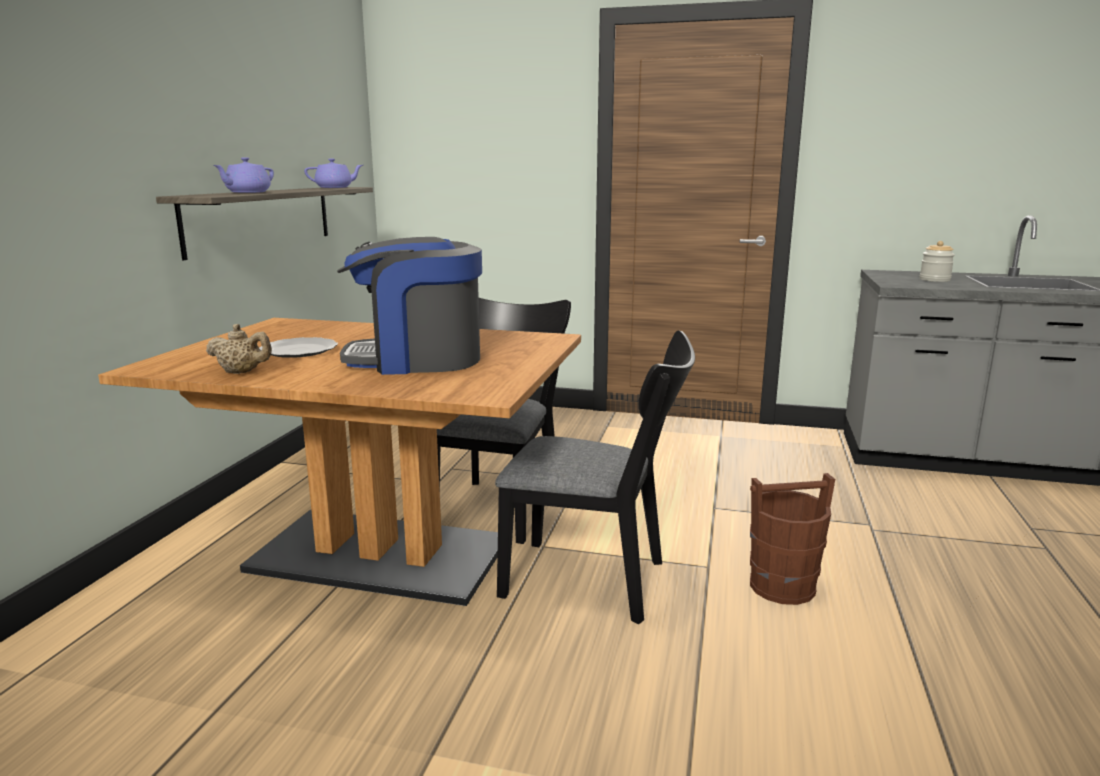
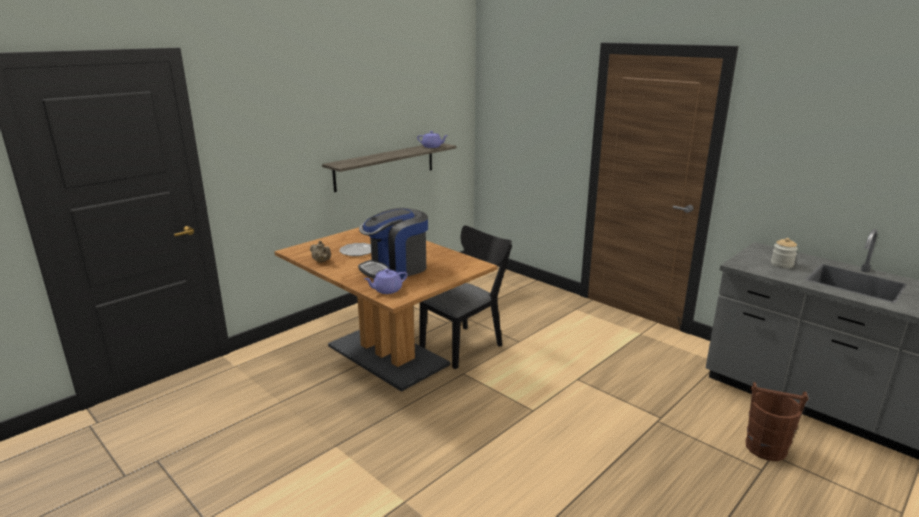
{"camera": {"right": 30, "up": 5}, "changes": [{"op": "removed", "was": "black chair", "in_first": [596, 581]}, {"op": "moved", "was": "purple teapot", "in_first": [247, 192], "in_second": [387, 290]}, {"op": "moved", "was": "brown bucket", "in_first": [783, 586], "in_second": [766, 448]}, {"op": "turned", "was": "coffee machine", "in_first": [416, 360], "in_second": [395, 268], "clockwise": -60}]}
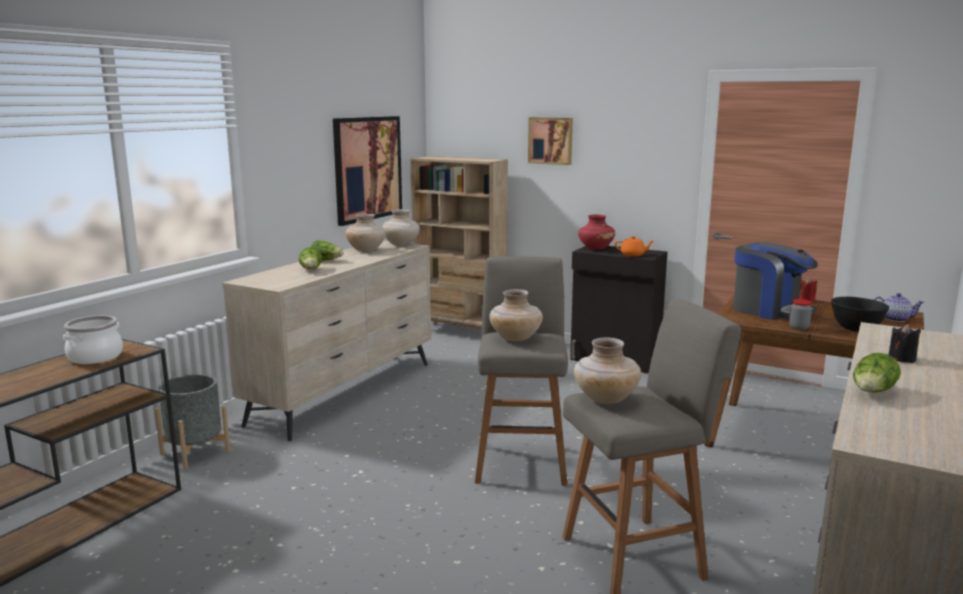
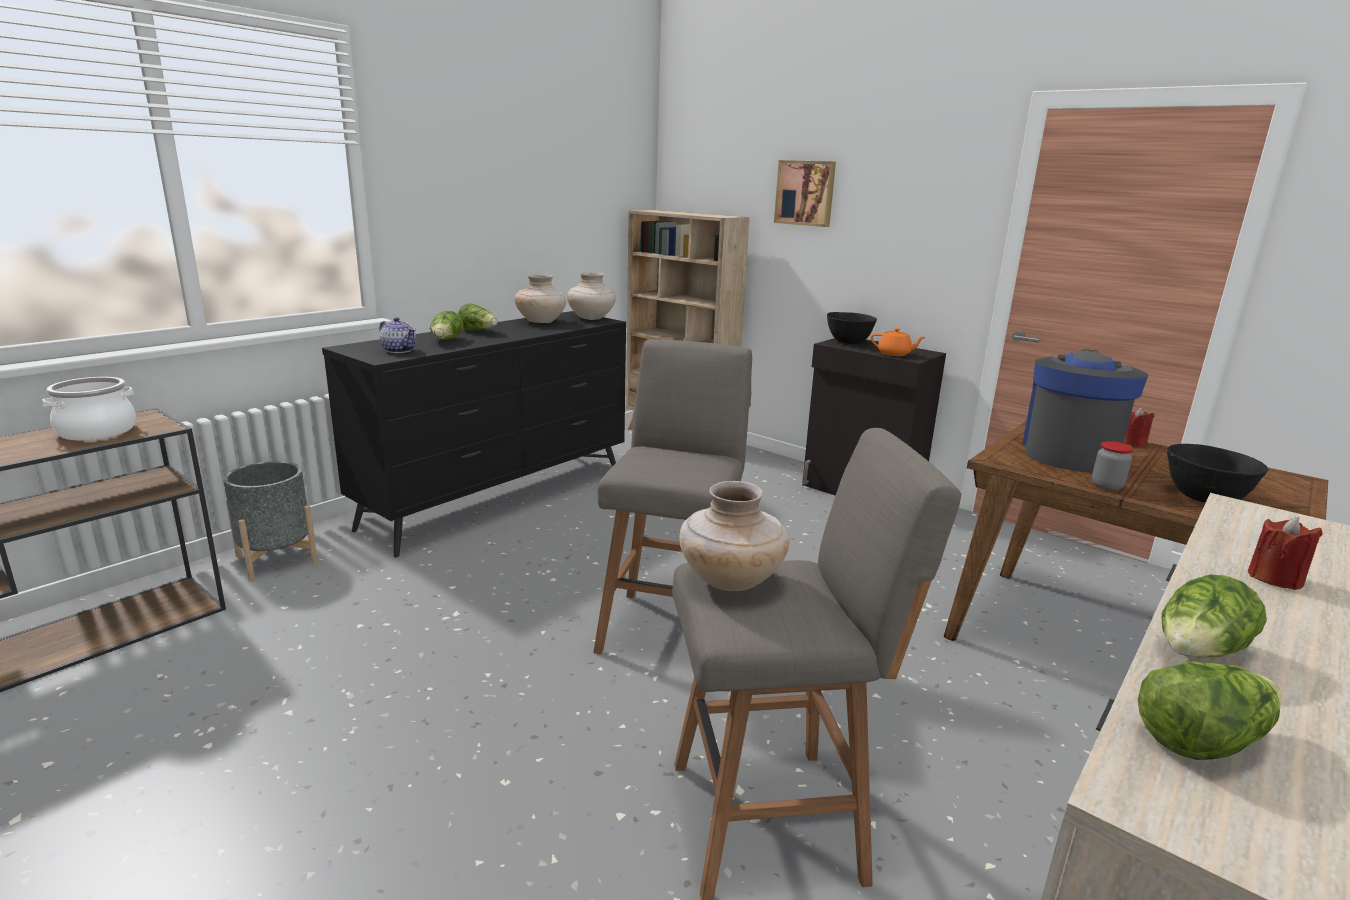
{"camera": {"right": 10, "up": 5}, "changes": [{"op": "removed", "was": "picture", "in_first": [368, 168]}, {"op": "removed", "was": "beige vase", "in_first": [515, 338]}, {"op": "added", "now": "lettuce", "in_second": [1201, 738]}, {"op": "moved", "was": "teapot", "in_first": [894, 319], "in_second": [399, 350]}, {"op": "replaced", "was": "red vase", "now": "black bowl", "in_first": [595, 248], "in_second": [848, 342]}, {"op": "recoloured", "was": "beige dresser", "now": "black dresser", "in_first": [345, 392], "in_second": [500, 499]}, {"op": "recoloured", "was": "black candle", "now": "red candle", "in_first": [901, 359], "in_second": [1275, 578]}, {"op": "turned", "was": "coffee machine", "in_first": [769, 310], "in_second": [1068, 453], "clockwise": -120}]}
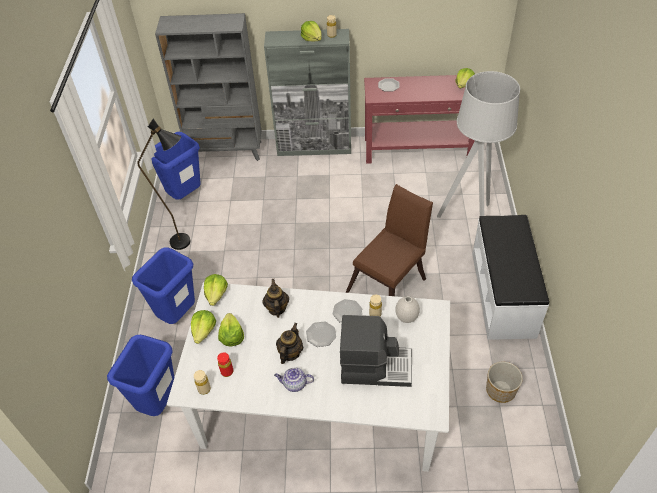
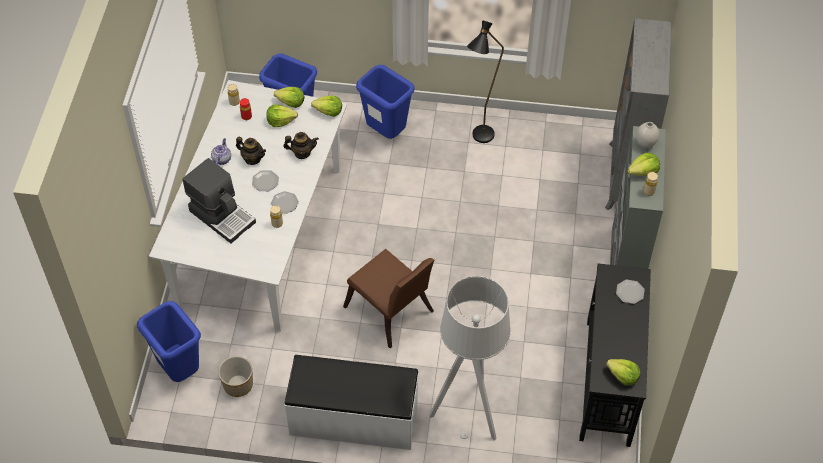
{"camera": {"right": 95, "up": 5}, "changes": [{"op": "moved", "was": "blue trash can", "in_first": [185, 196], "in_second": [180, 371]}, {"op": "moved", "was": "white vase", "in_first": [407, 318], "in_second": [645, 144]}, {"op": "recoloured", "was": "red console table", "now": "black console table", "in_first": [418, 149], "in_second": [607, 381]}, {"op": "turned", "was": "coffee machine", "in_first": [375, 366], "in_second": [222, 215], "clockwise": -60}]}
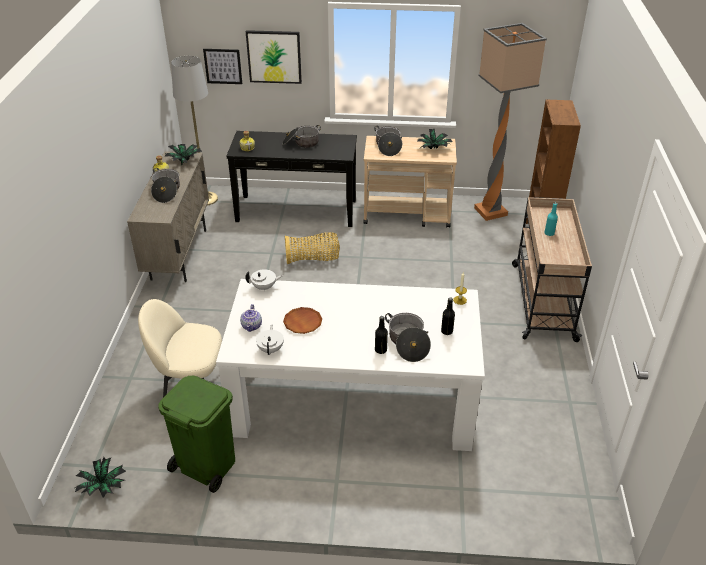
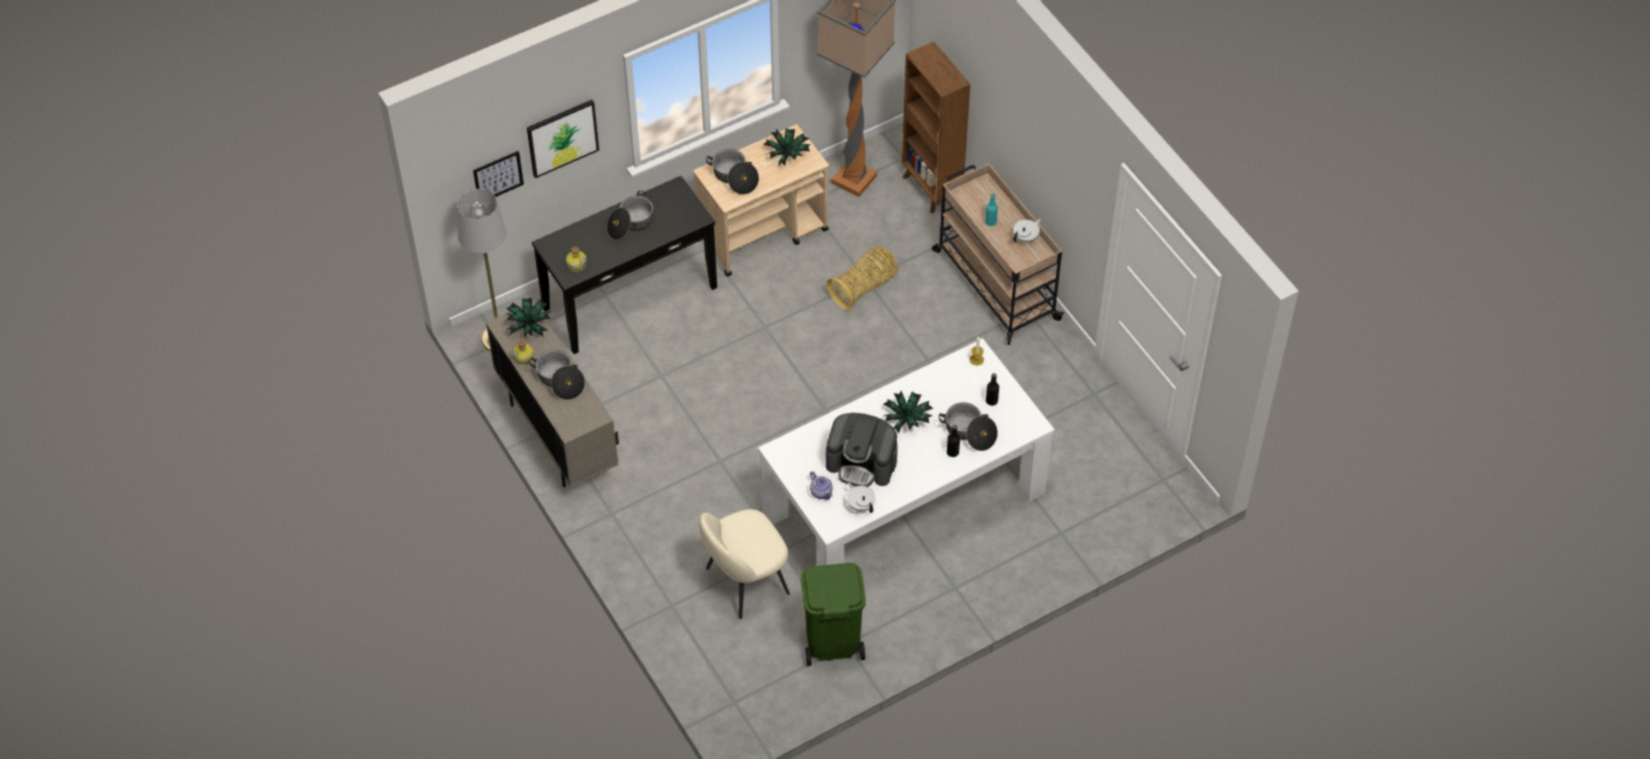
{"camera": {"right": -35, "up": 15}, "changes": [{"op": "moved", "was": "potted plant", "in_first": [103, 487], "in_second": [907, 420]}, {"op": "moved", "was": "white teapot", "in_first": [264, 287], "in_second": [1026, 238]}, {"op": "moved", "was": "basket", "in_first": [313, 259], "in_second": [864, 287]}, {"op": "replaced", "was": "brown plate", "now": "coffee machine", "in_first": [303, 322], "in_second": [862, 463]}]}
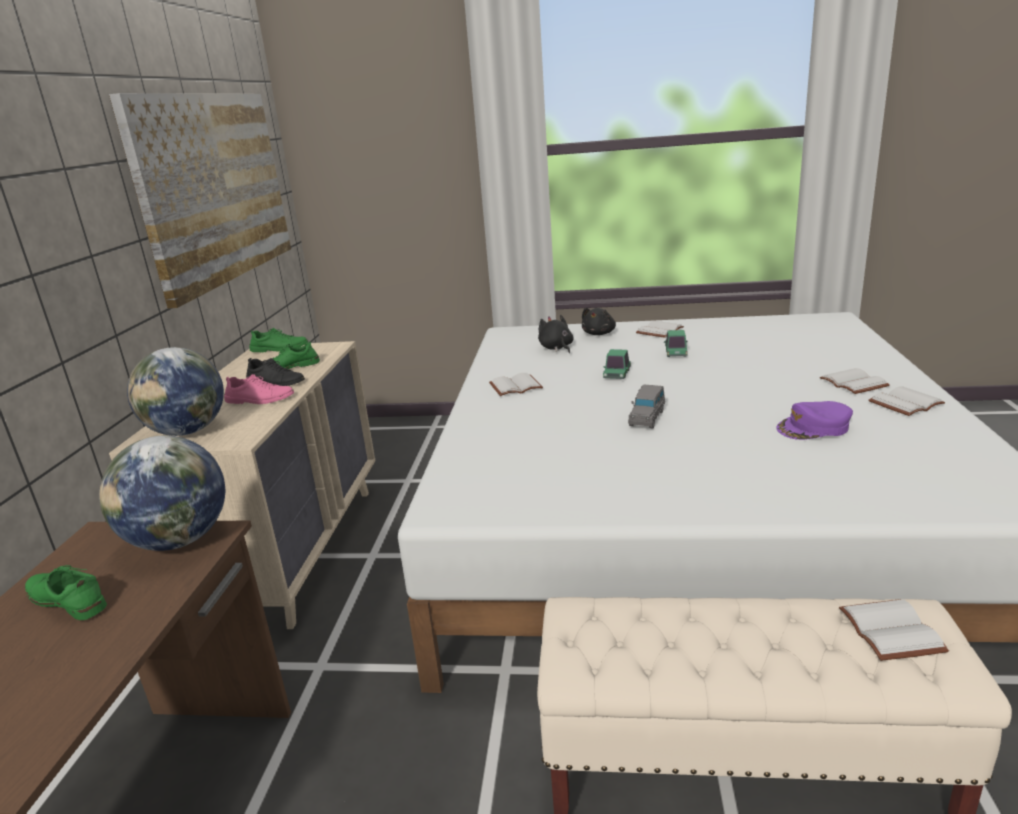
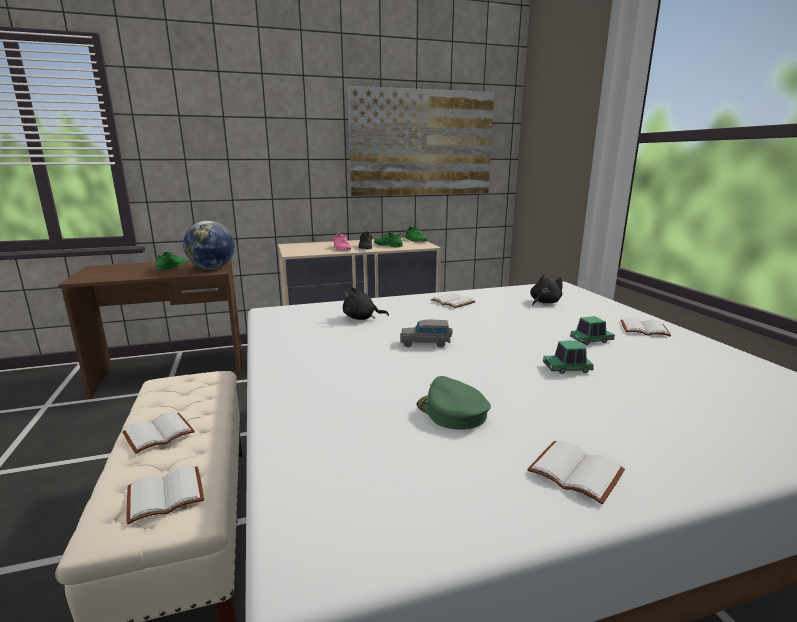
{"camera": {"right": 65, "up": -5}, "changes": [{"op": "removed", "was": "globe", "in_first": [188, 431]}, {"op": "moved", "was": "black plush toy", "in_first": [599, 333], "in_second": [362, 318]}, {"op": "moved", "was": "toy car", "in_first": [617, 374], "in_second": [567, 368]}, {"op": "moved", "was": "white book", "in_first": [855, 383], "in_second": [158, 435]}, {"op": "recoloured", "was": "purple cap", "now": "green cap", "in_first": [814, 428], "in_second": [451, 412]}]}
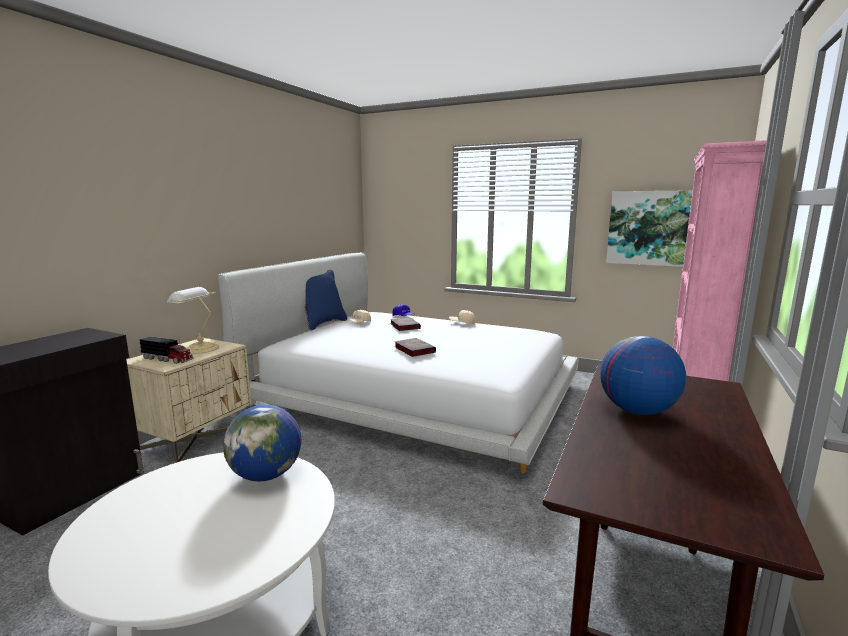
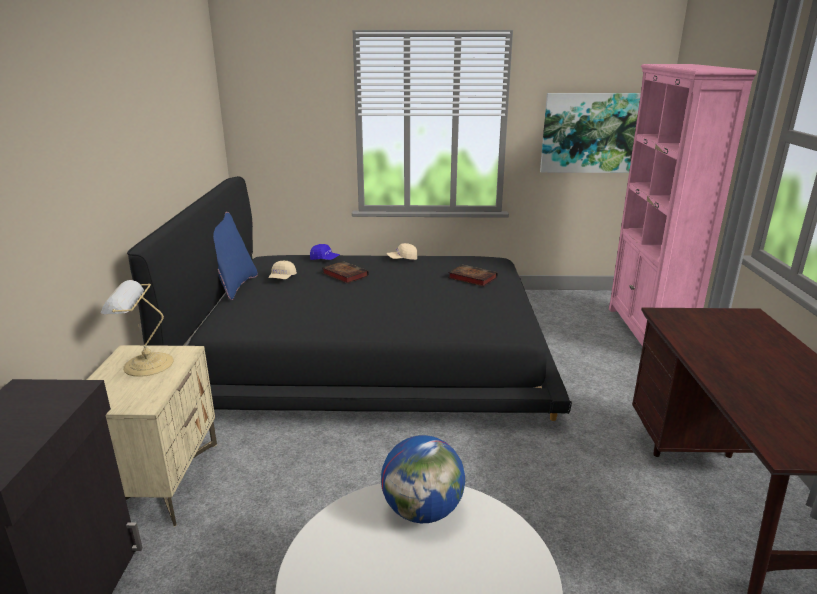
{"camera": {"right": -25, "up": 10}, "changes": [{"op": "removed", "was": "toy truck", "in_first": [167, 359]}, {"op": "removed", "was": "globe", "in_first": [637, 411]}, {"op": "moved", "was": "book", "in_first": [413, 349], "in_second": [471, 278]}, {"op": "recoloured", "was": "white bed", "now": "black bed", "in_first": [413, 394], "in_second": [370, 353]}]}
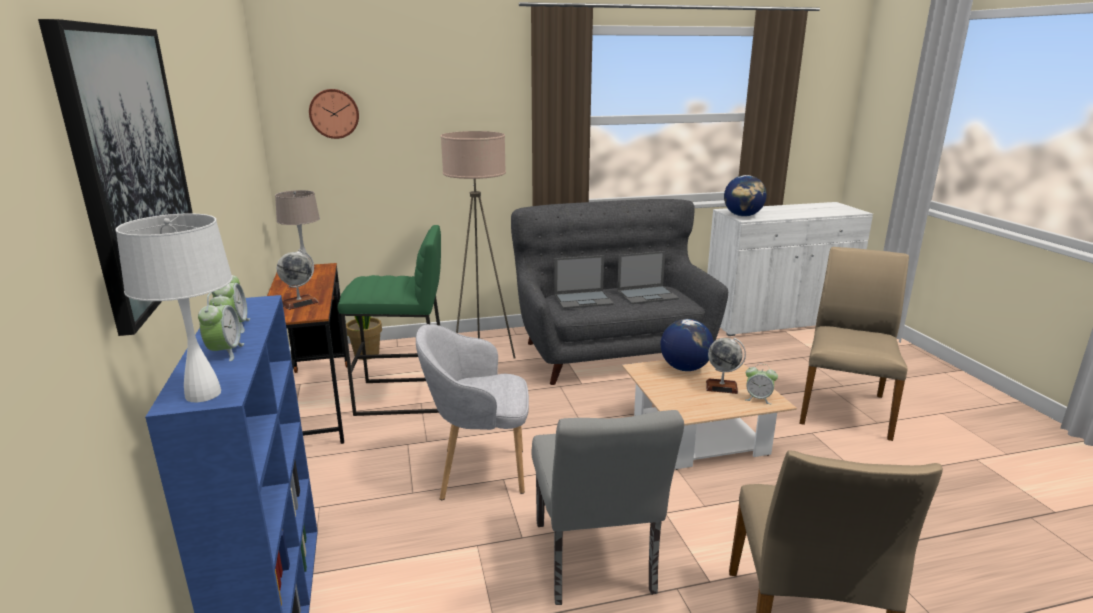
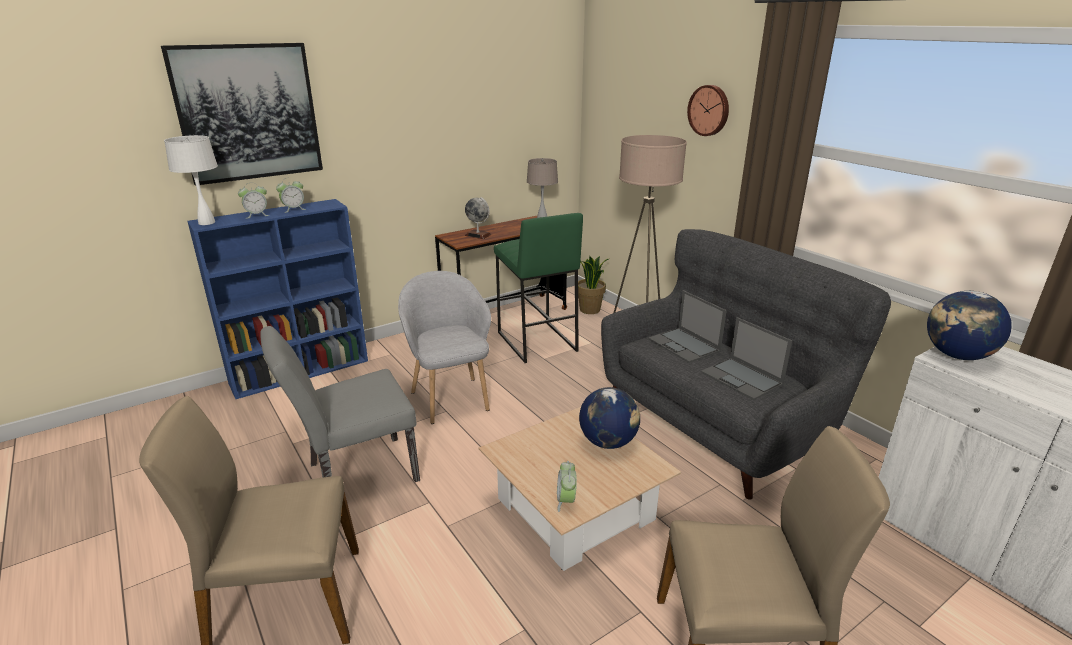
{"camera": {"right": 70, "up": 5}, "changes": [{"op": "removed", "was": "globe", "in_first": [721, 387]}, {"op": "moved", "was": "wall clock", "in_first": [334, 113], "in_second": [709, 110]}]}
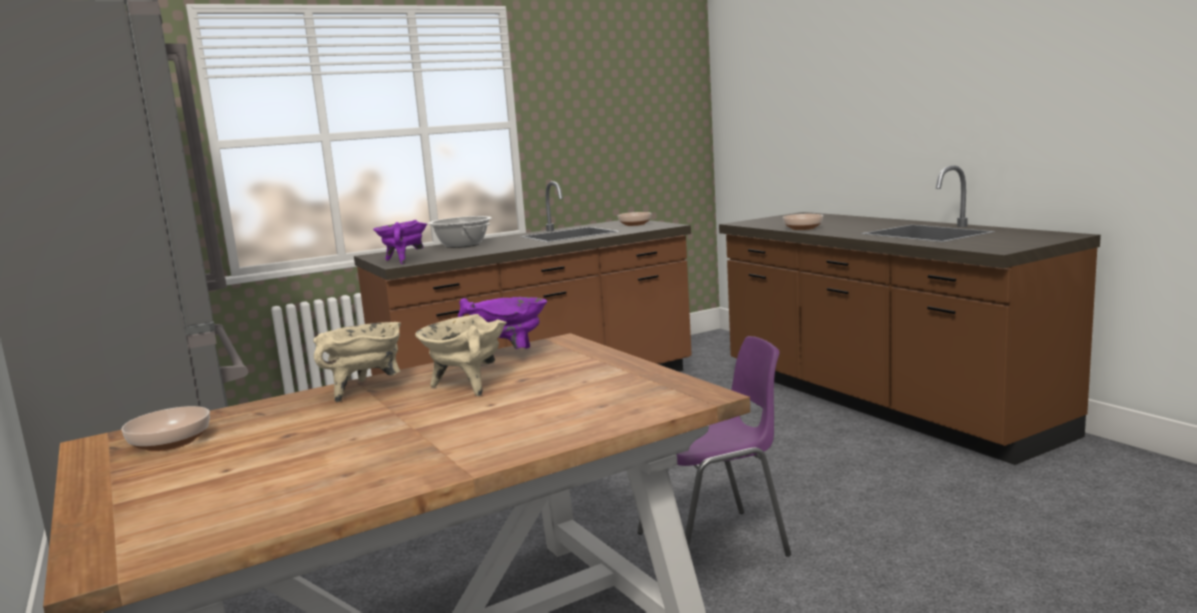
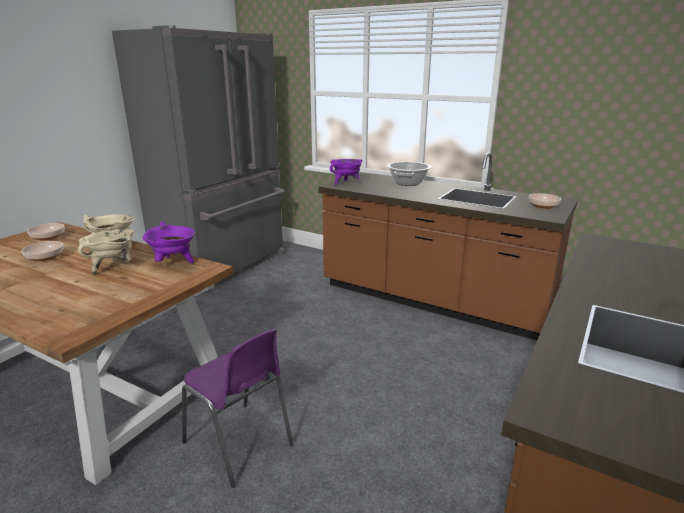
{"camera": {"right": 60, "up": 10}, "changes": [{"op": "moved", "was": "bowl", "in_first": [803, 228], "in_second": [46, 257]}]}
